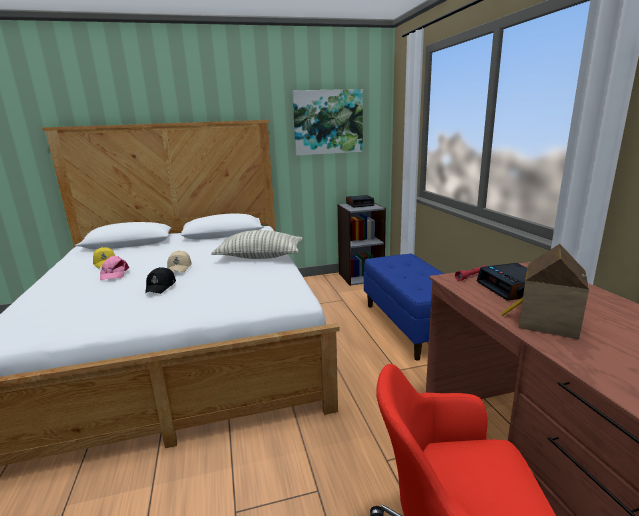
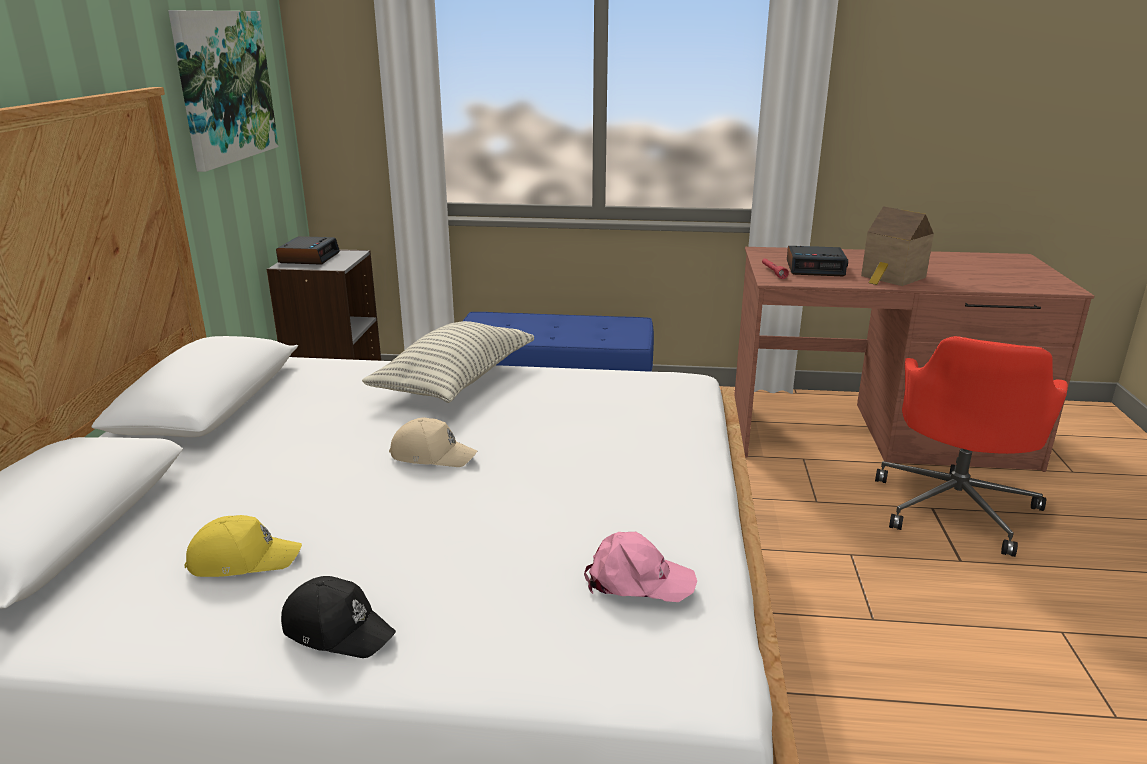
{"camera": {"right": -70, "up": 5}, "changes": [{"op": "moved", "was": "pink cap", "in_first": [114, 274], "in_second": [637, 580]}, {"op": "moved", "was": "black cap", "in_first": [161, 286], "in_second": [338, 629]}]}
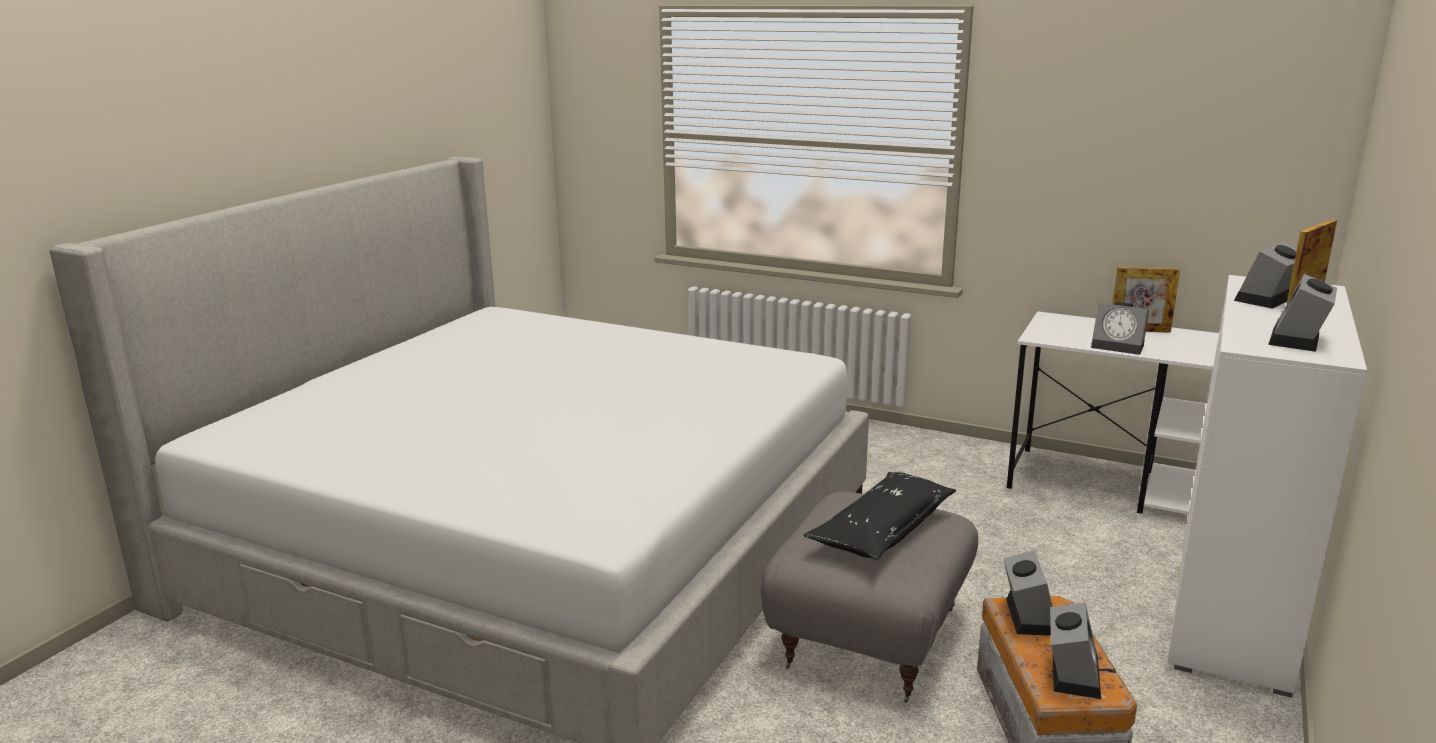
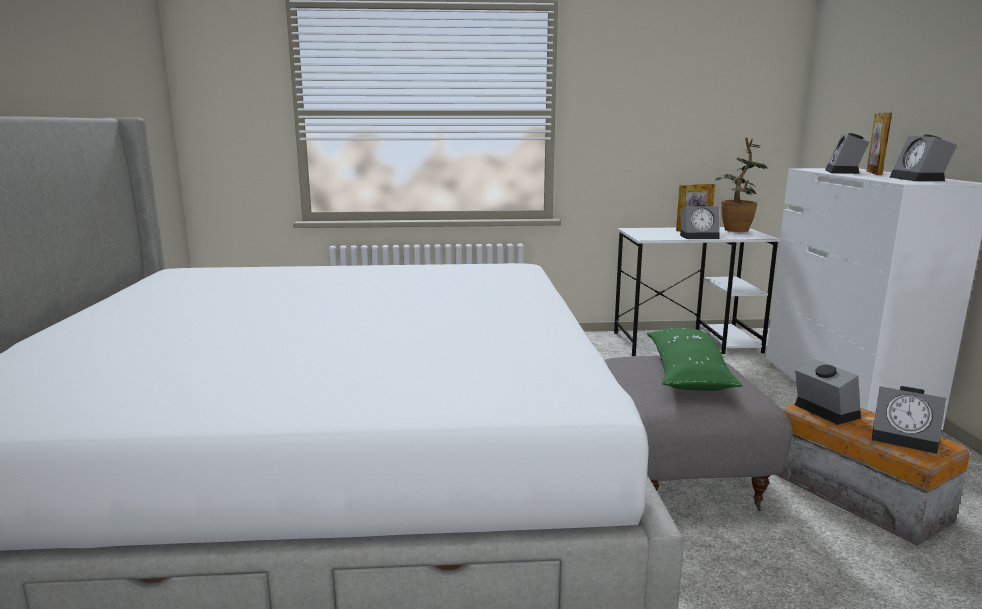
{"camera": {"right": -30, "up": -5}, "changes": [{"op": "added", "now": "potted plant", "in_second": [735, 231]}, {"op": "recoloured", "was": "black pillow", "now": "green pillow", "in_first": [882, 530], "in_second": [687, 373]}, {"op": "turned", "was": "alarm clock", "in_first": [1071, 672], "in_second": [906, 438], "clockwise": 135}]}
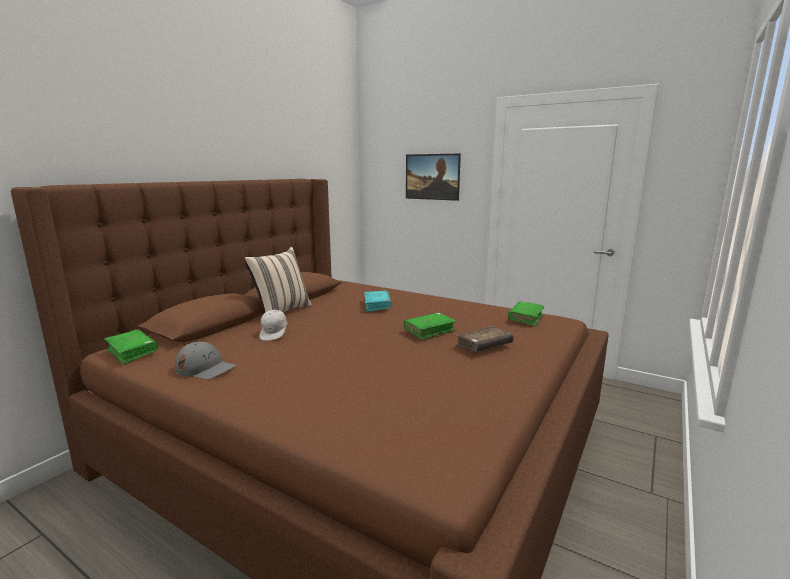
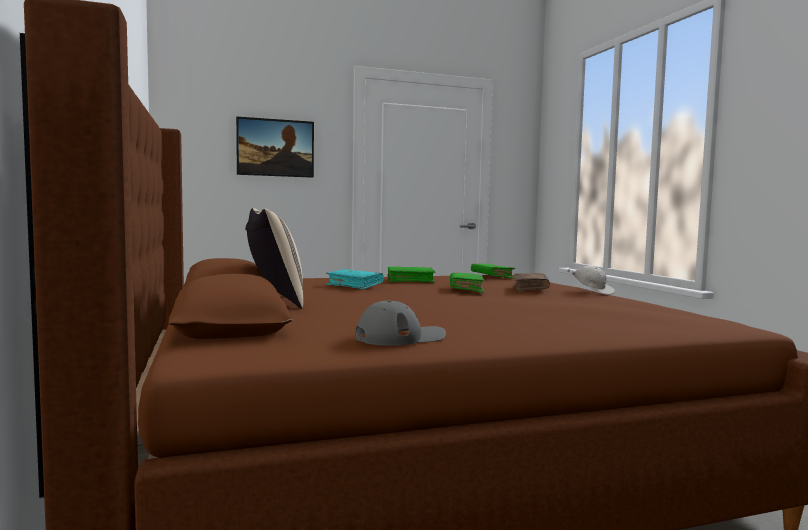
{"camera": {"right": -50, "up": -10}, "changes": [{"op": "moved", "was": "green book", "in_first": [132, 352], "in_second": [410, 280]}, {"op": "moved", "was": "white cap", "in_first": [274, 334], "in_second": [592, 292]}]}
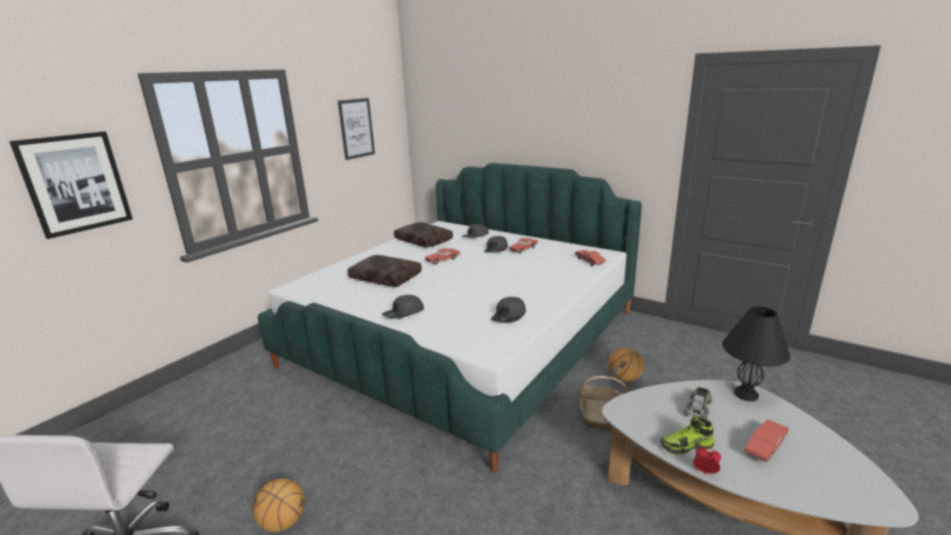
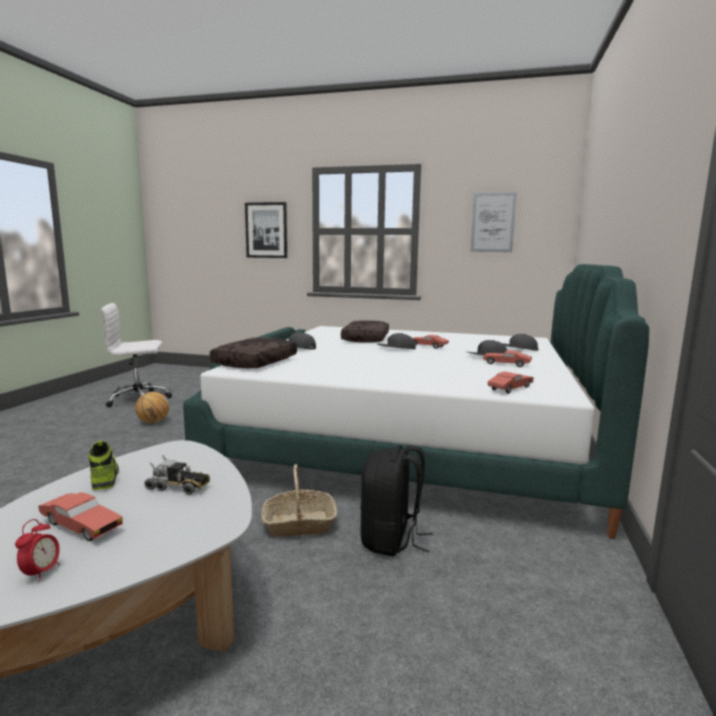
{"camera": {"right": 70, "up": -10}, "changes": [{"op": "removed", "was": "black table lamp", "in_first": [746, 394]}, {"op": "moved", "was": "brown pillow", "in_first": [424, 241], "in_second": [256, 362]}, {"op": "moved", "was": "grey cap", "in_first": [509, 316], "in_second": [395, 349]}, {"op": "moved", "was": "alarm clock", "in_first": [704, 472], "in_second": [41, 572]}, {"op": "replaced", "was": "basketball", "now": "black backpack", "in_first": [624, 379], "in_second": [391, 539]}]}
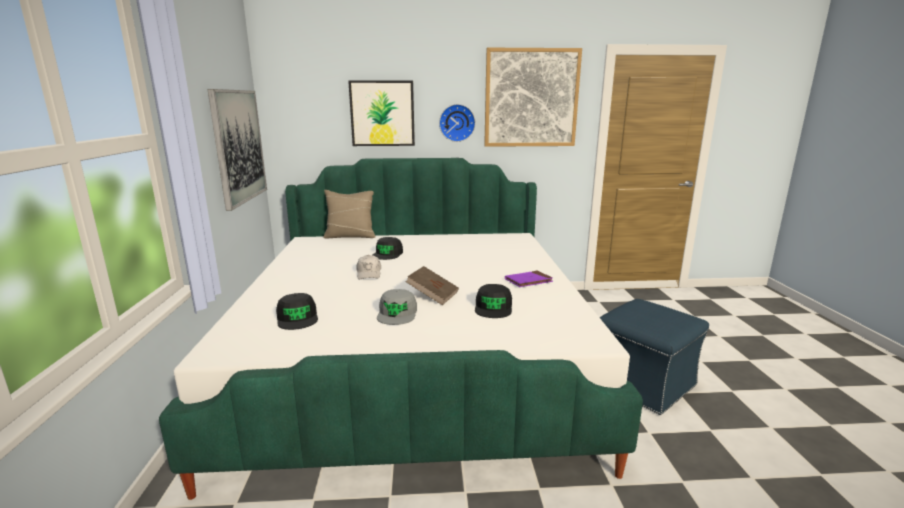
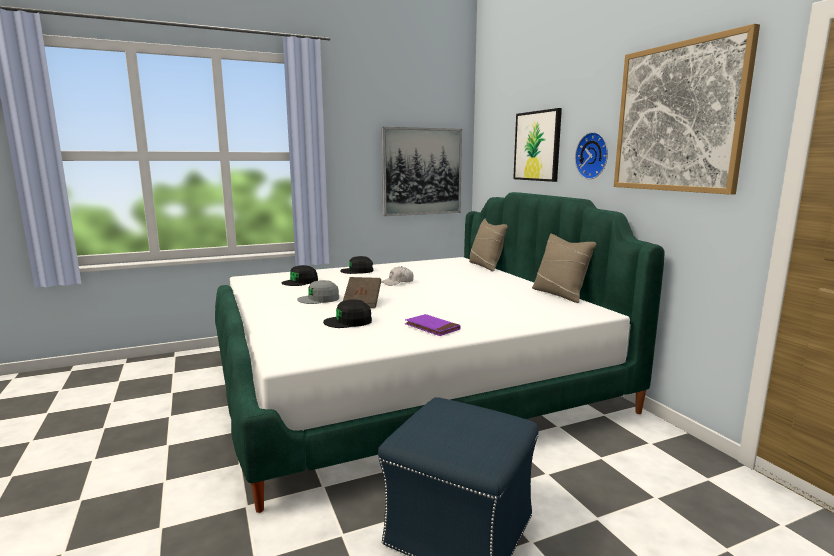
{"camera": {"right": 70, "up": -5}, "changes": [{"op": "added", "now": "beige pillow", "in_second": [560, 294]}, {"op": "moved", "was": "black cap", "in_first": [388, 254], "in_second": [357, 271]}]}
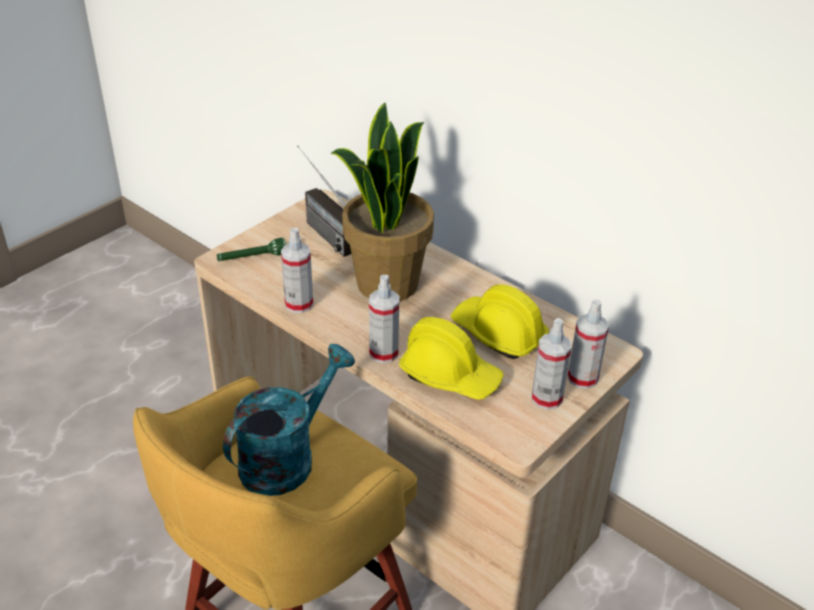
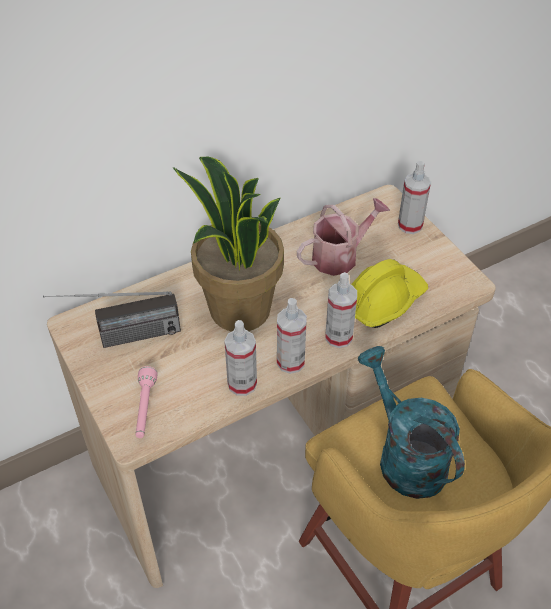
{"camera": {"right": -70, "up": 10}, "changes": [{"op": "moved", "was": "spray bottle", "in_first": [546, 398], "in_second": [290, 362]}, {"op": "replaced", "was": "yellow hard hat", "now": "watering can", "in_first": [498, 333], "in_second": [340, 256]}, {"op": "recoloured", "was": "green flashlight", "now": "pink flashlight", "in_first": [252, 258], "in_second": [145, 408]}]}
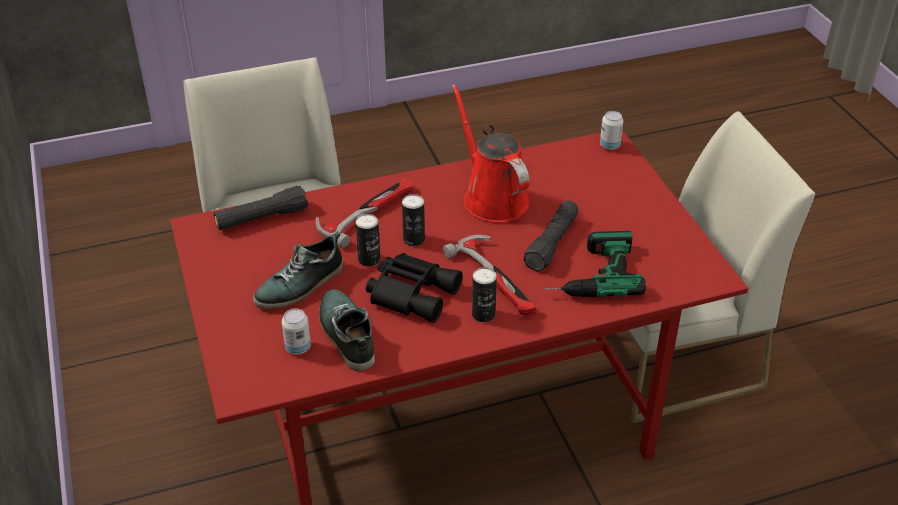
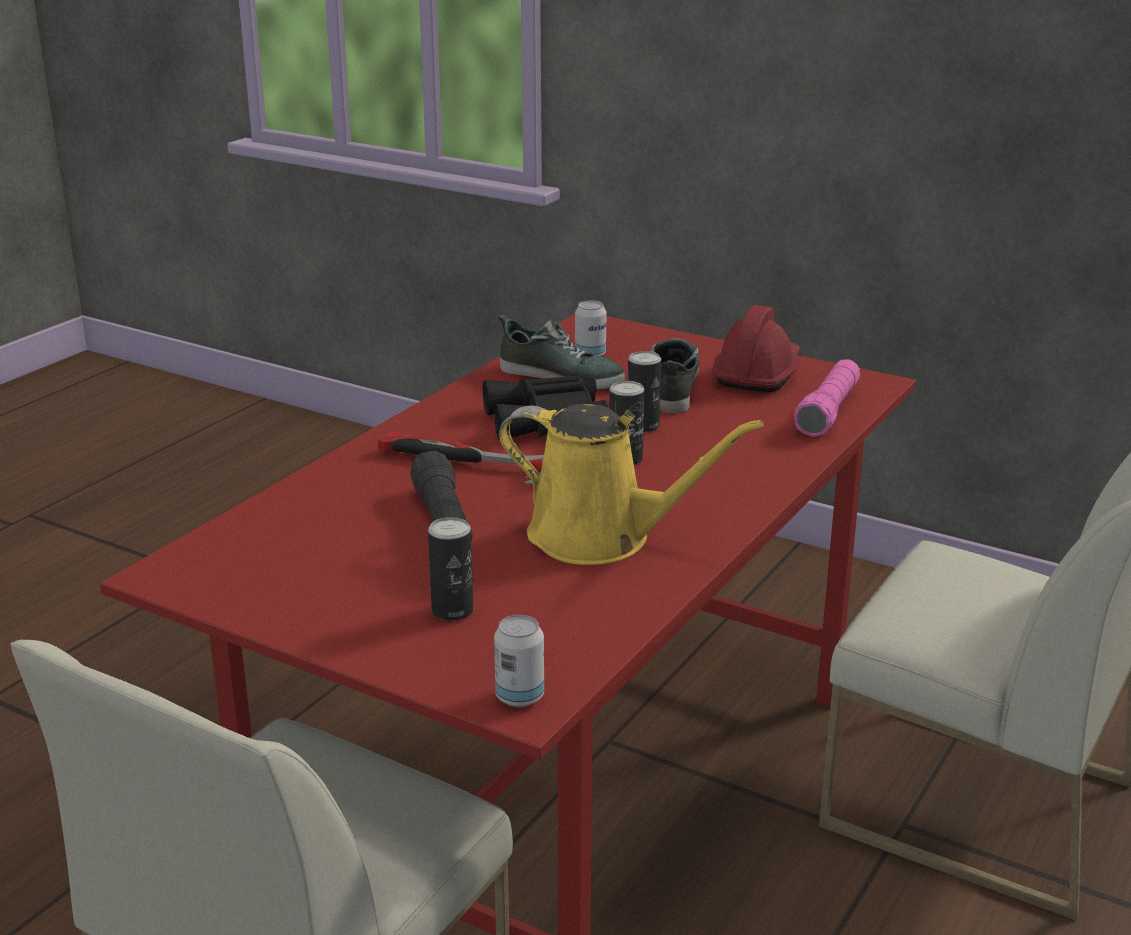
{"camera": {"right": 140, "up": -15}, "changes": [{"op": "removed", "was": "hammer", "in_first": [367, 212]}, {"op": "removed", "was": "power drill", "in_first": [588, 273]}, {"op": "added", "now": "red hard hat", "in_second": [757, 373]}, {"op": "moved", "was": "can", "in_first": [483, 314], "in_second": [452, 610]}, {"op": "recoloured", "was": "black flashlight", "now": "pink flashlight", "in_first": [262, 218], "in_second": [828, 412]}, {"op": "recoloured", "was": "red watering can", "now": "yellow watering can", "in_first": [492, 197], "in_second": [601, 538]}]}
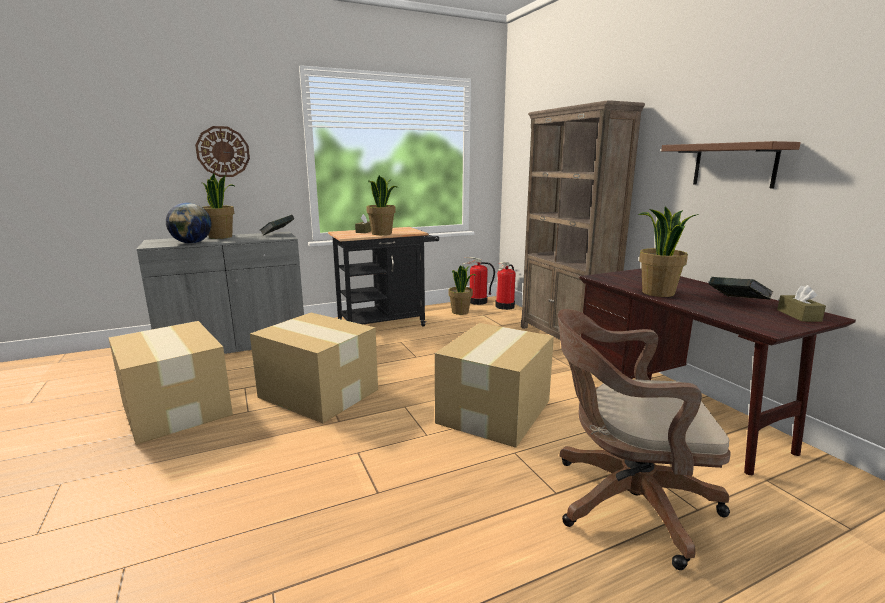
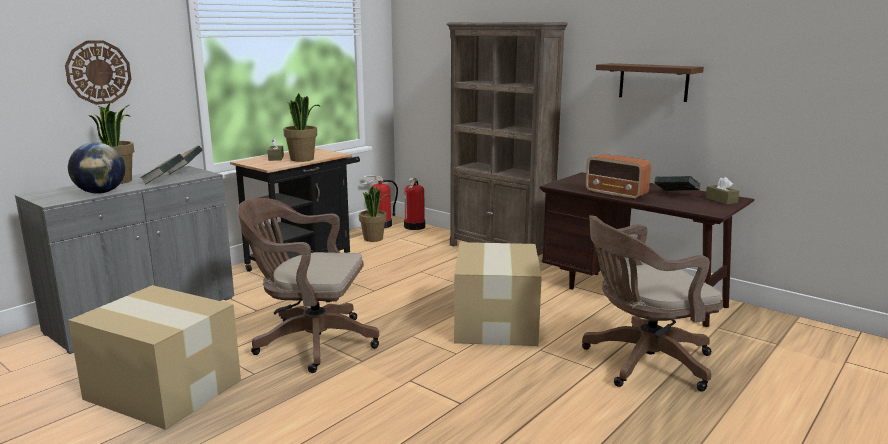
{"camera": {"right": -25, "up": 0}, "changes": [{"op": "added", "now": "book", "in_second": [163, 181]}, {"op": "replaced", "was": "cardboard box", "now": "brown office chair", "in_first": [318, 392], "in_second": [310, 342]}, {"op": "replaced", "was": "potted plant", "now": "radio", "in_first": [658, 293], "in_second": [616, 194]}]}
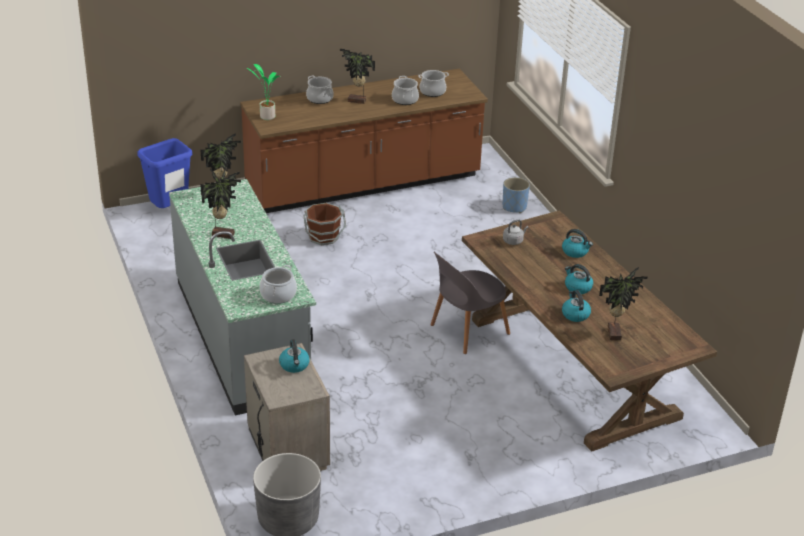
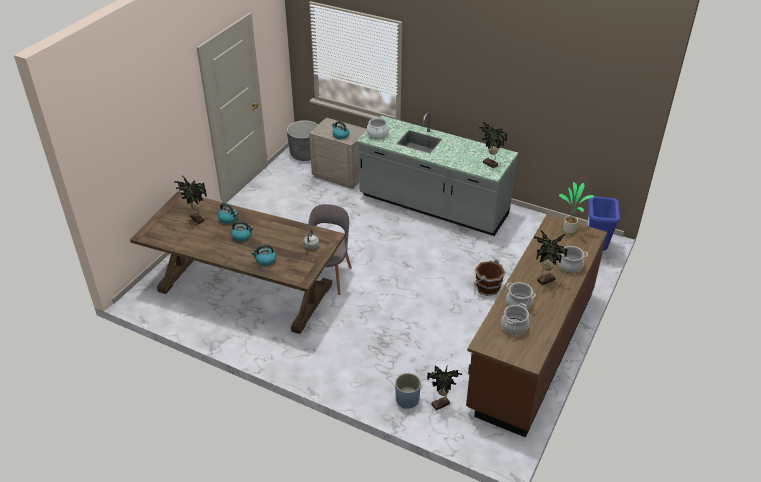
{"camera": {"right": 140, "up": 5}, "changes": [{"op": "moved", "was": "potted plant", "in_first": [223, 234], "in_second": [441, 405]}]}
